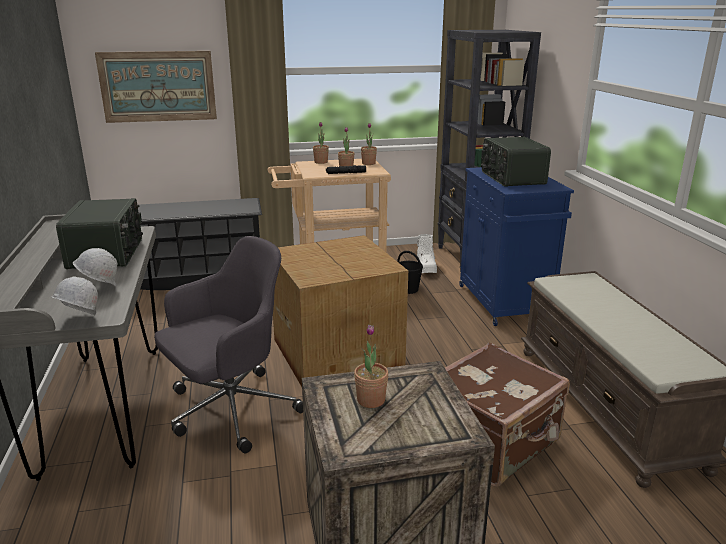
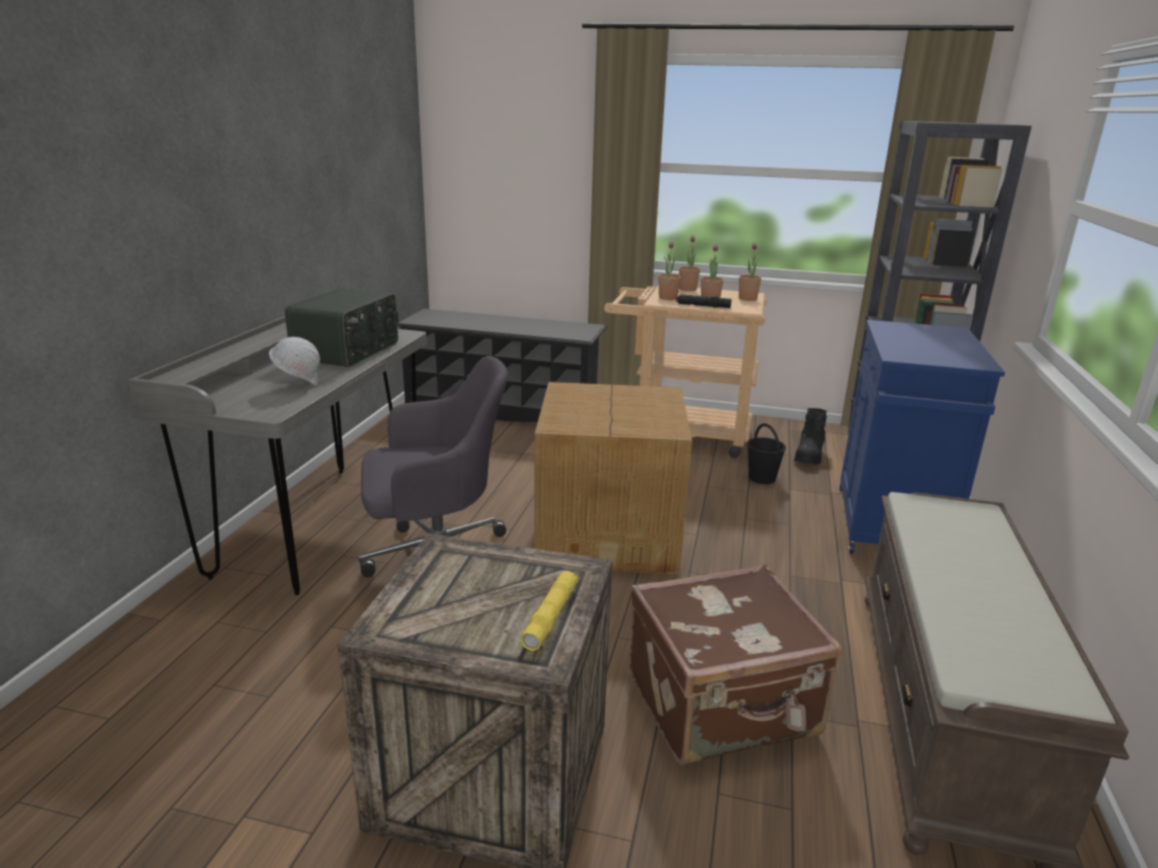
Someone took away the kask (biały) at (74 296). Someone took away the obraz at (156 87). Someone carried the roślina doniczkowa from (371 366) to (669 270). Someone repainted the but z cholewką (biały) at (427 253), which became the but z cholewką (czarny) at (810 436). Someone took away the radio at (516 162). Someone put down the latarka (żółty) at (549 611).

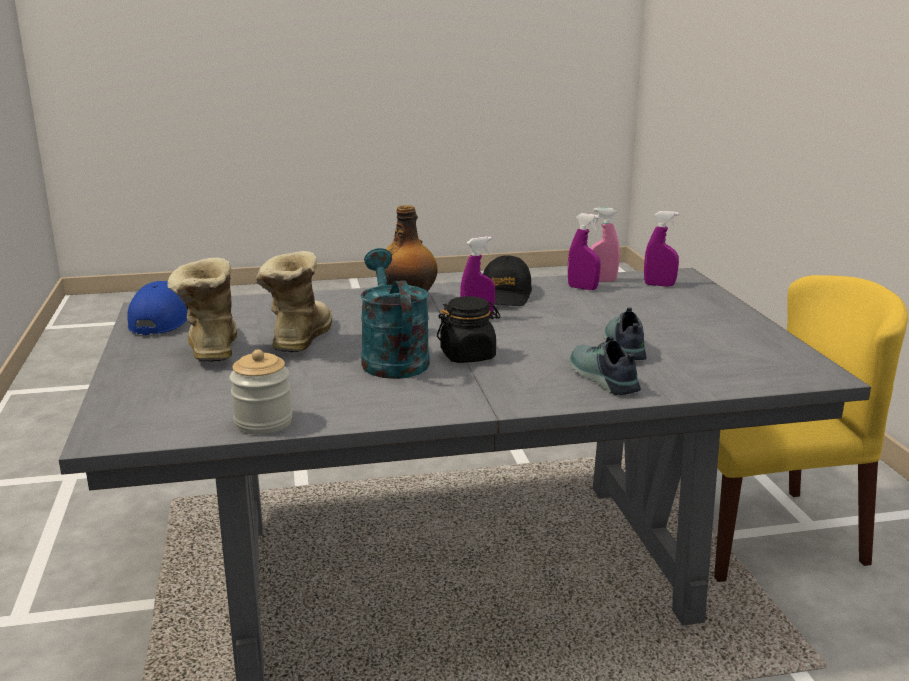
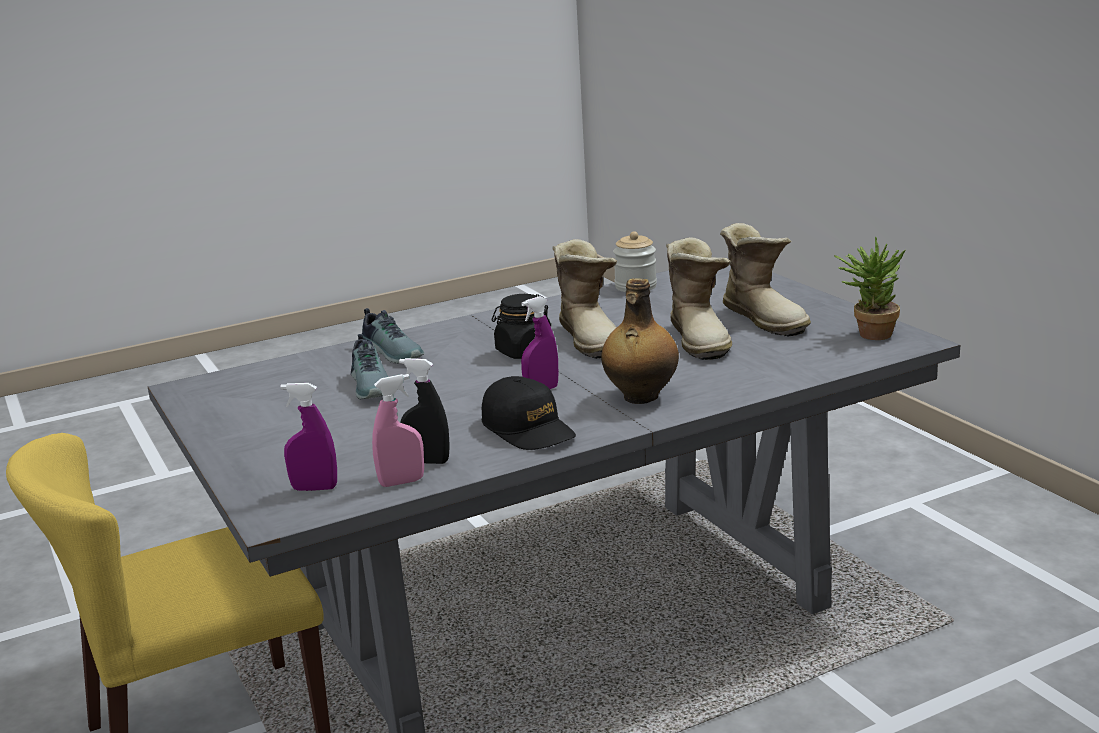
Someone swapped the czapka z daszkiem (niebieski) at (157 308) for the roślina doniczkowa at (870 288). Someone swapped the konewka (turkusowy) at (395 313) for the but z cholewką at (584 299). Someone rotated the czapka z daszkiem (czarny) at (507 280) by 150 degrees clockwise. Someone repainted the spryskiwacz (fioletowy) at (584 251), which became the spryskiwacz (czarny) at (424 411).

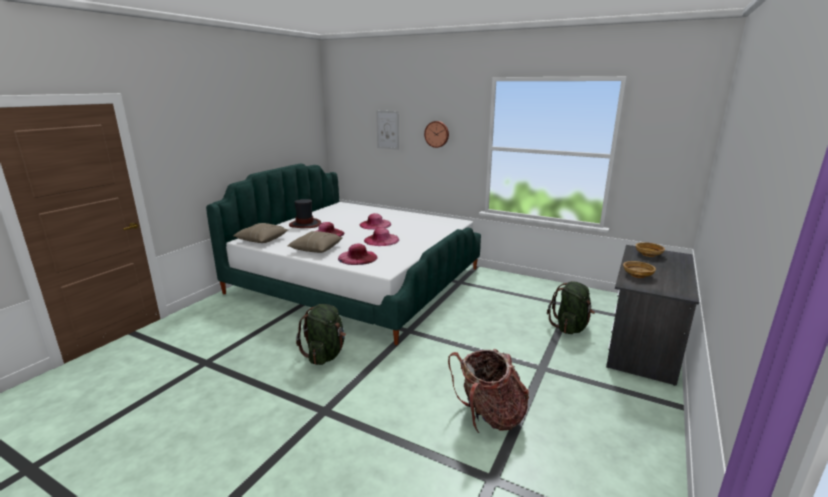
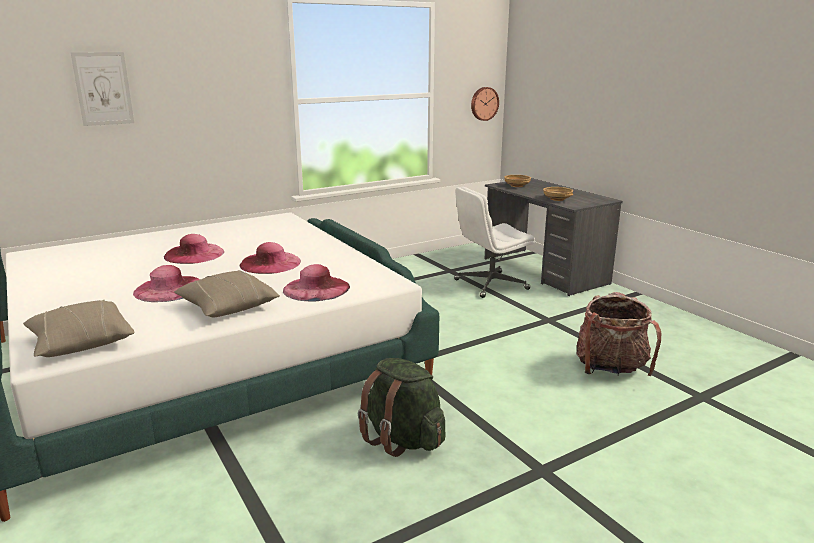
Someone took away the kapelusz at (305 213). Someone carried the zegar ścienny from (436 134) to (485 104). Someone swapped the plecak (zielony) at (571 307) for the krzesło biurowe (biały) at (494 242).

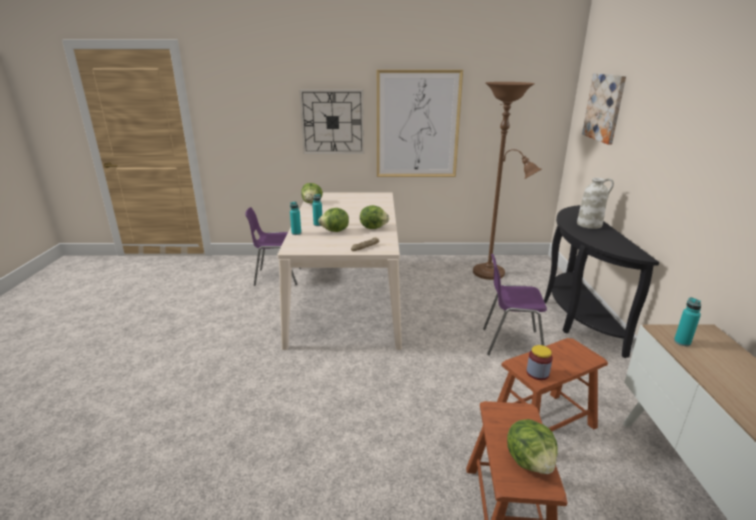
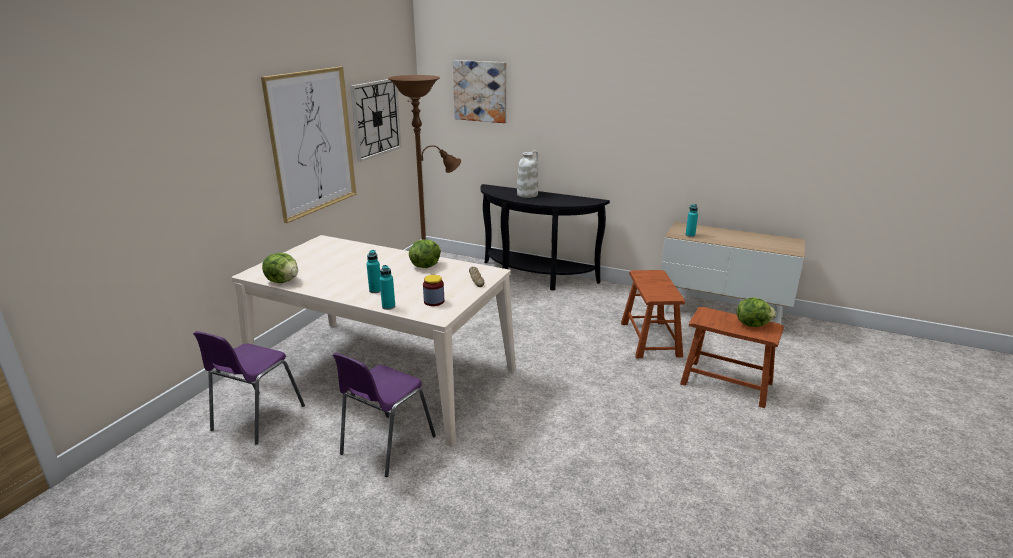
Someone carried the zegar ścienny from (331 121) to (375 120). Someone took away the sałata at (333 220). Someone carried the krzesło (fioletowy) from (515 304) to (384 415). Someone carried the słoik from (539 362) to (433 290).

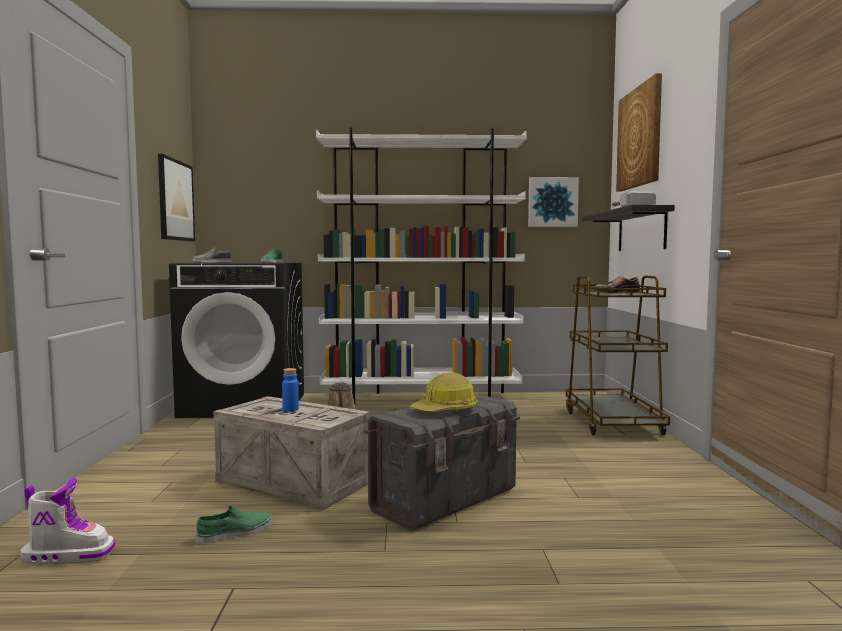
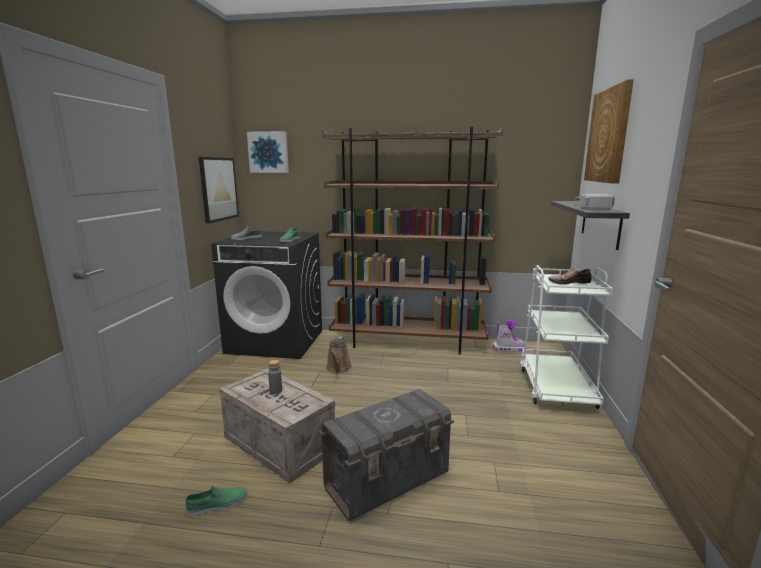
Someone carried the but z cholewką from (67 521) to (510 336). Someone repainted the butelka (niebieski) at (290 389), which became the butelka (szary) at (275 377). Someone repainted the regał (biały) at (421 265), which became the regał (brązowy) at (412 241). Someone took away the kask at (444 392). Someone carried the obraz from (553 202) to (268 152). Someone repainted the wózek (brązowy) at (618 356), which became the wózek (biały) at (566 337).

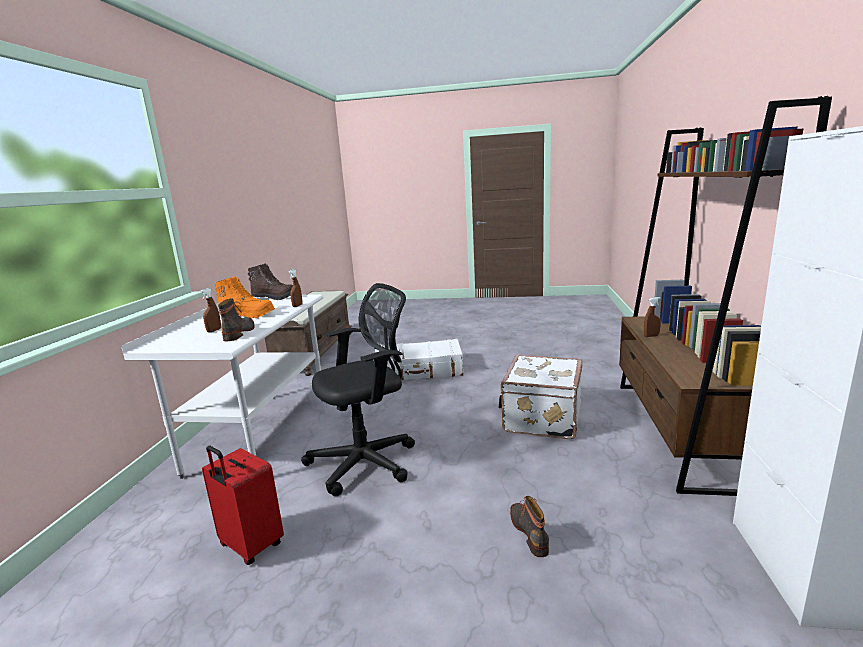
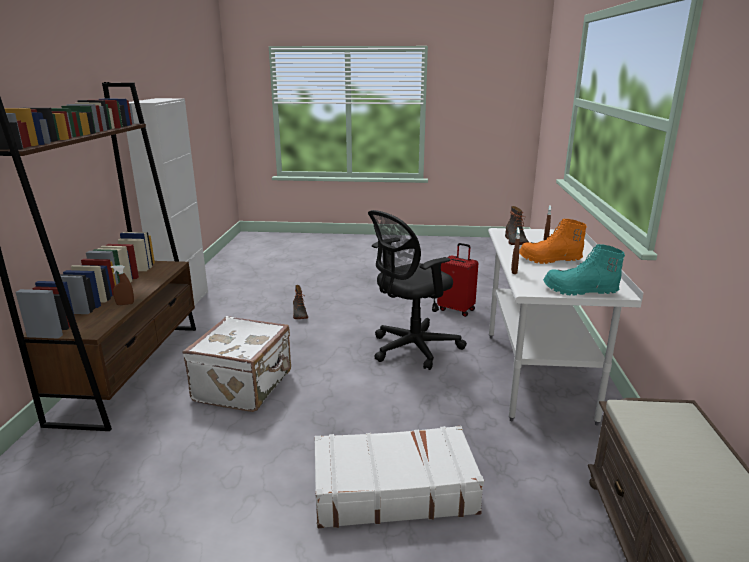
Someone repainted the but z cholewką (brązowy) at (270 281), which became the but z cholewką (turkusowy) at (584 270).

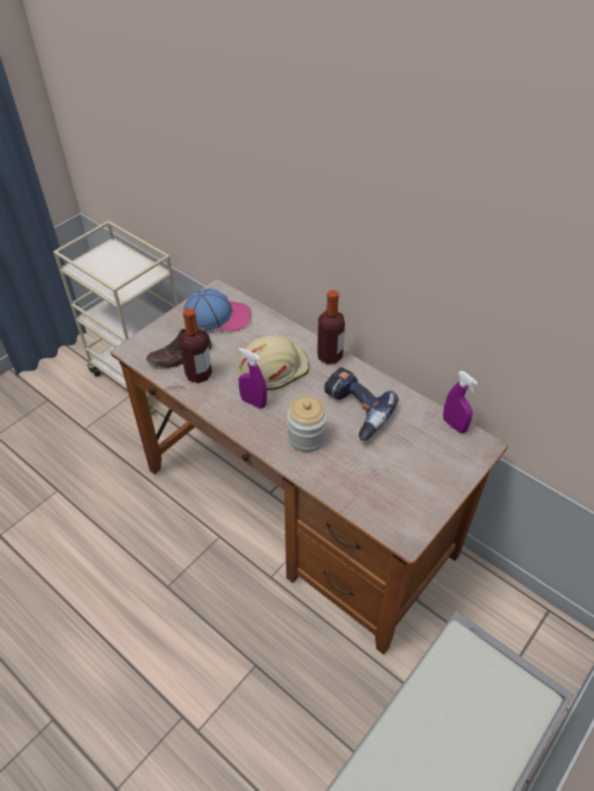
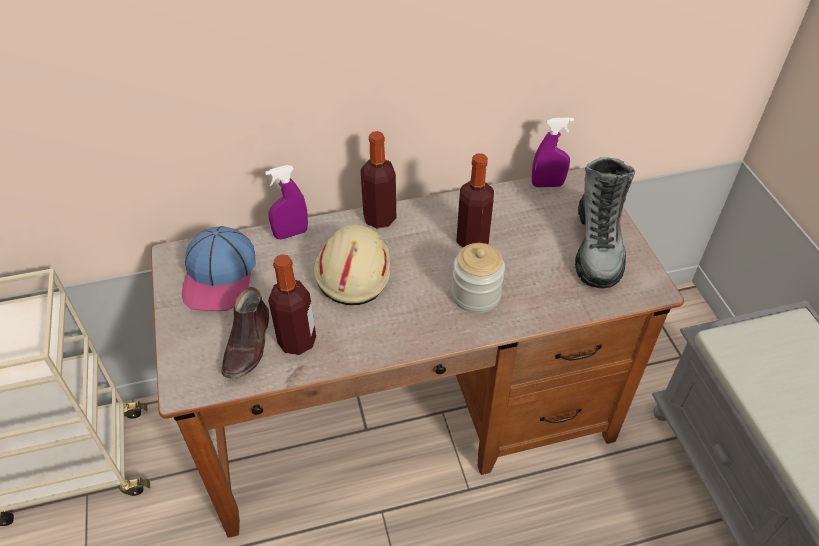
Someone rotated the czapka z daszkiem at (217 310) by 150 degrees clockwise. Someone carried the spryskiwacz (fioletowy) from (253 378) to (286 202). Someone swapped the wiertarka at (361 403) for the butelka at (475 200). Someone put down the but z cholewką at (605 223).

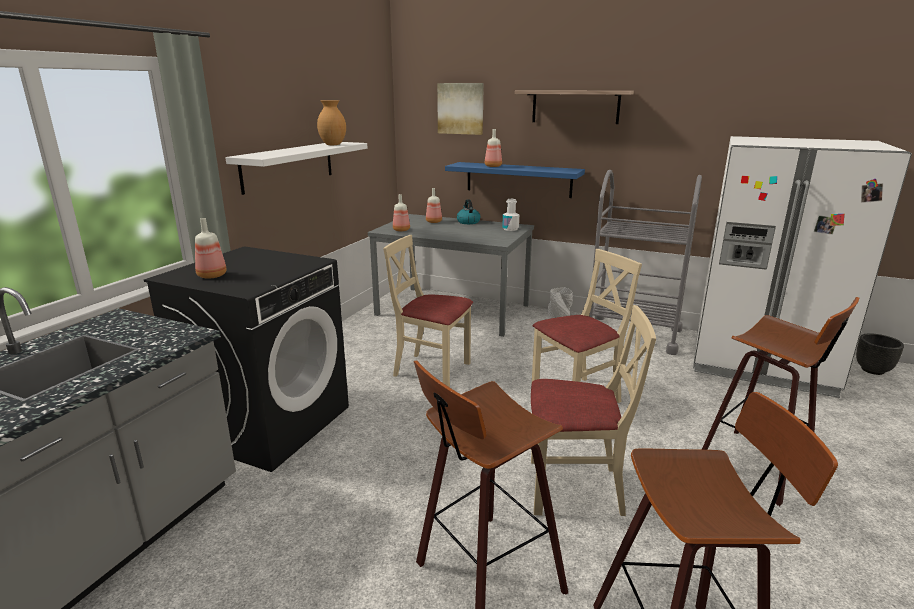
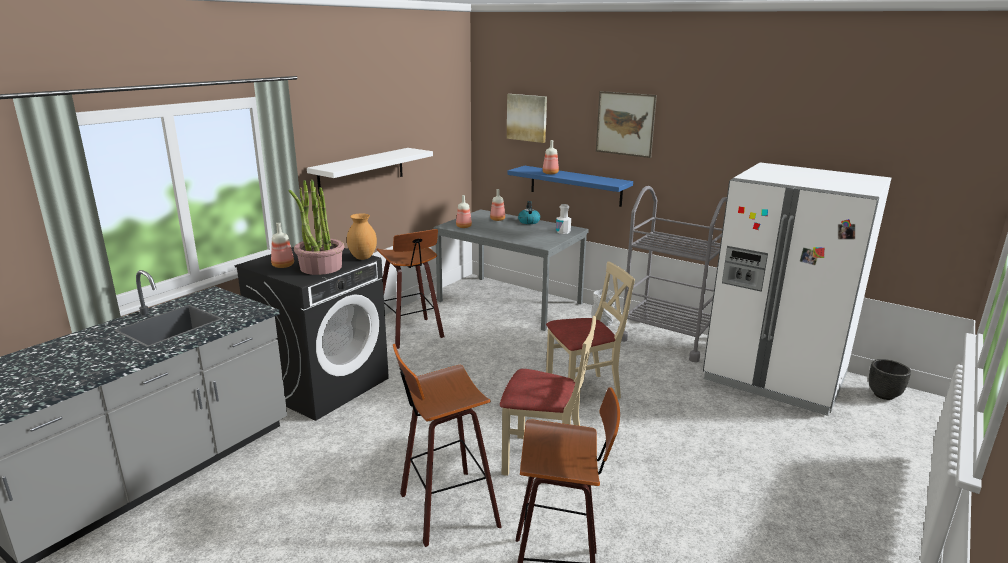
Someone carried the wazon (brązowy) from (331 122) to (362 236). Someone took away the krzesło (beżowy) at (428 311). Someone swapped the półka at (574 107) for the obraz at (626 124). Someone carried the stołek from (780 401) to (411 289). Someone put down the roślina doniczkowa at (316 227).

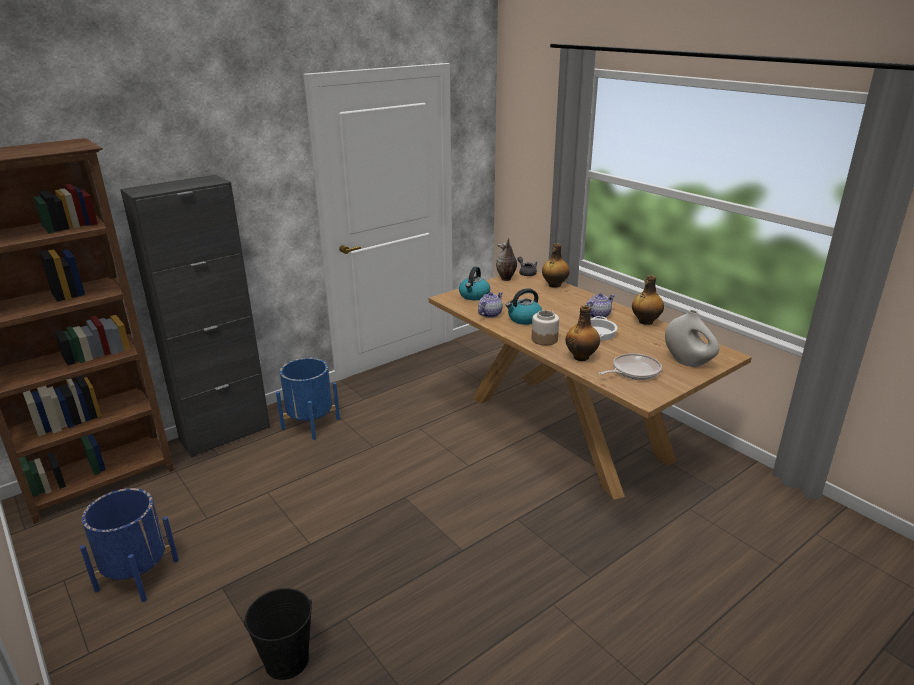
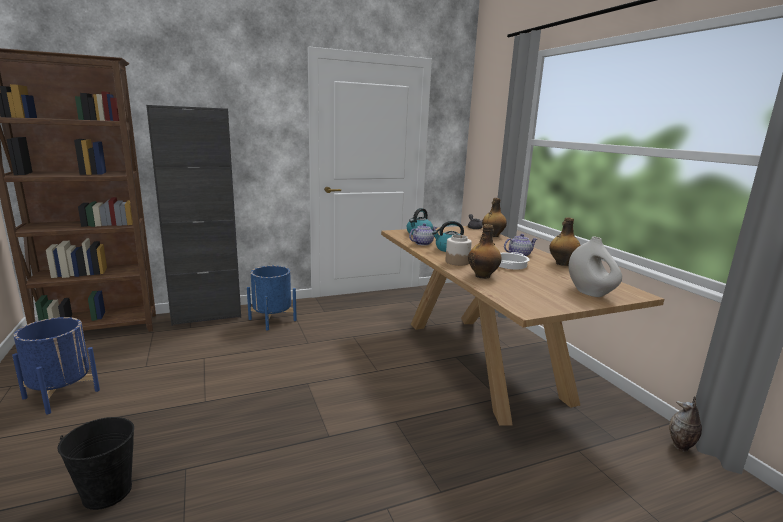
Someone carried the wazon from (506 259) to (685 424). Someone took away the patelnia at (630 366).

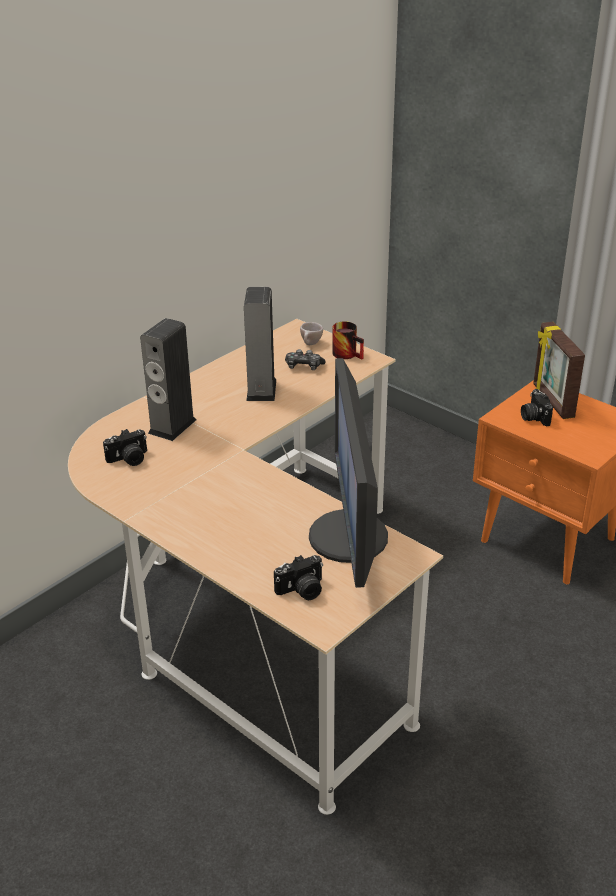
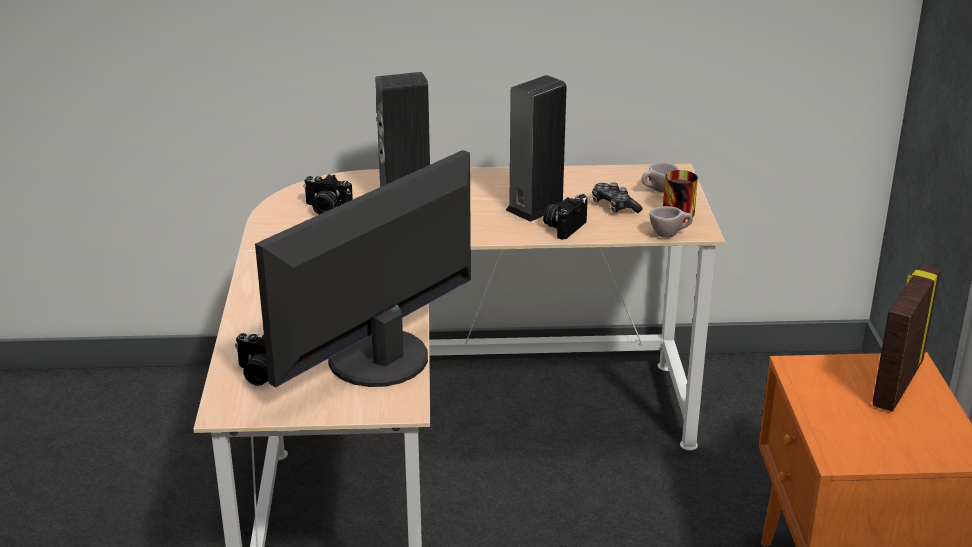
Someone carried the aparat fotograficzny from (537 407) to (565 217). Someone put down the filiżanka (beżowy) at (671 222).

